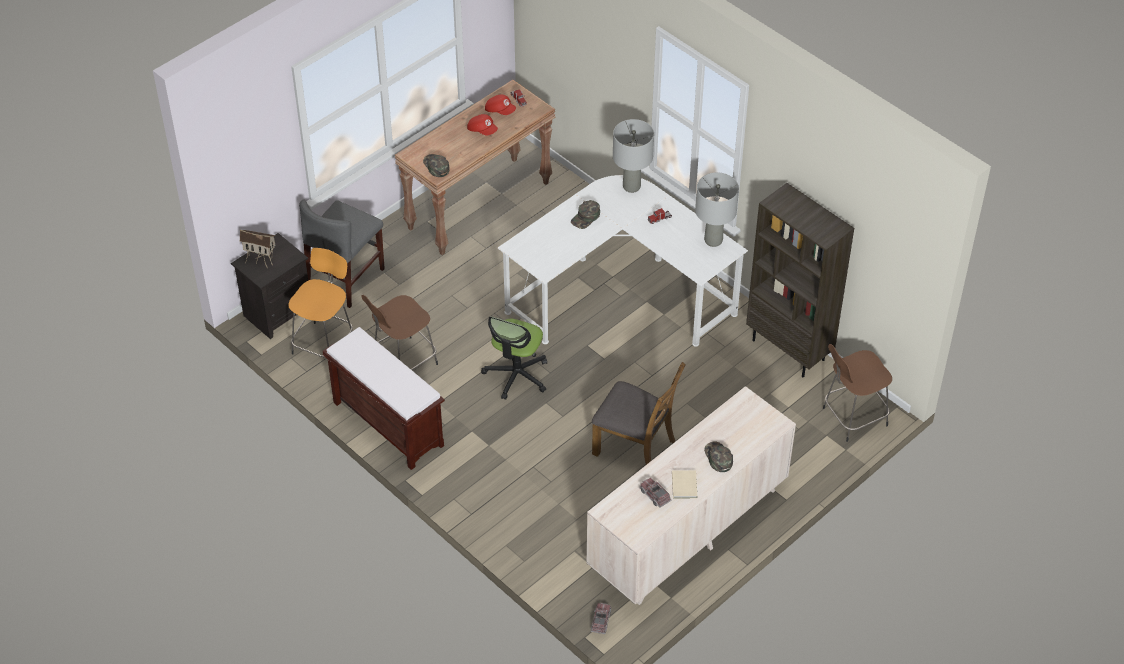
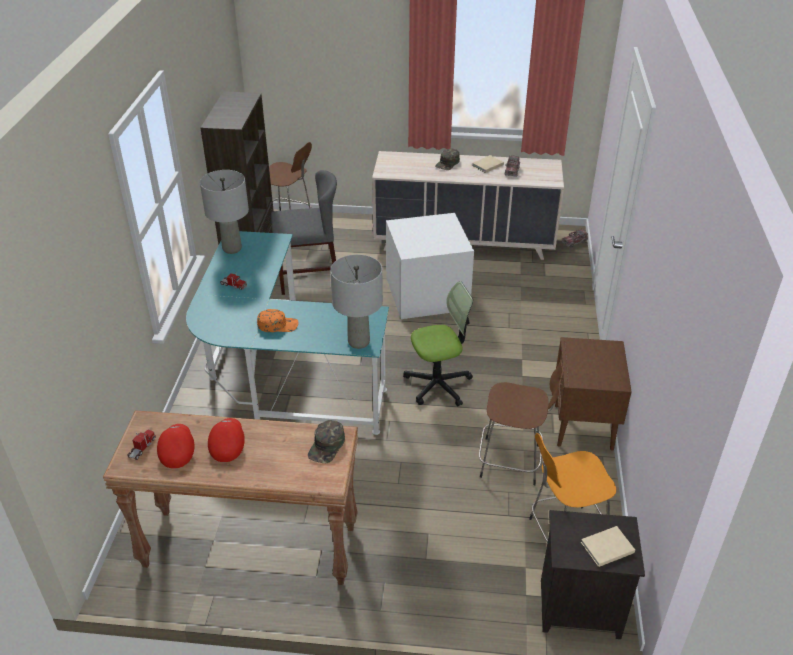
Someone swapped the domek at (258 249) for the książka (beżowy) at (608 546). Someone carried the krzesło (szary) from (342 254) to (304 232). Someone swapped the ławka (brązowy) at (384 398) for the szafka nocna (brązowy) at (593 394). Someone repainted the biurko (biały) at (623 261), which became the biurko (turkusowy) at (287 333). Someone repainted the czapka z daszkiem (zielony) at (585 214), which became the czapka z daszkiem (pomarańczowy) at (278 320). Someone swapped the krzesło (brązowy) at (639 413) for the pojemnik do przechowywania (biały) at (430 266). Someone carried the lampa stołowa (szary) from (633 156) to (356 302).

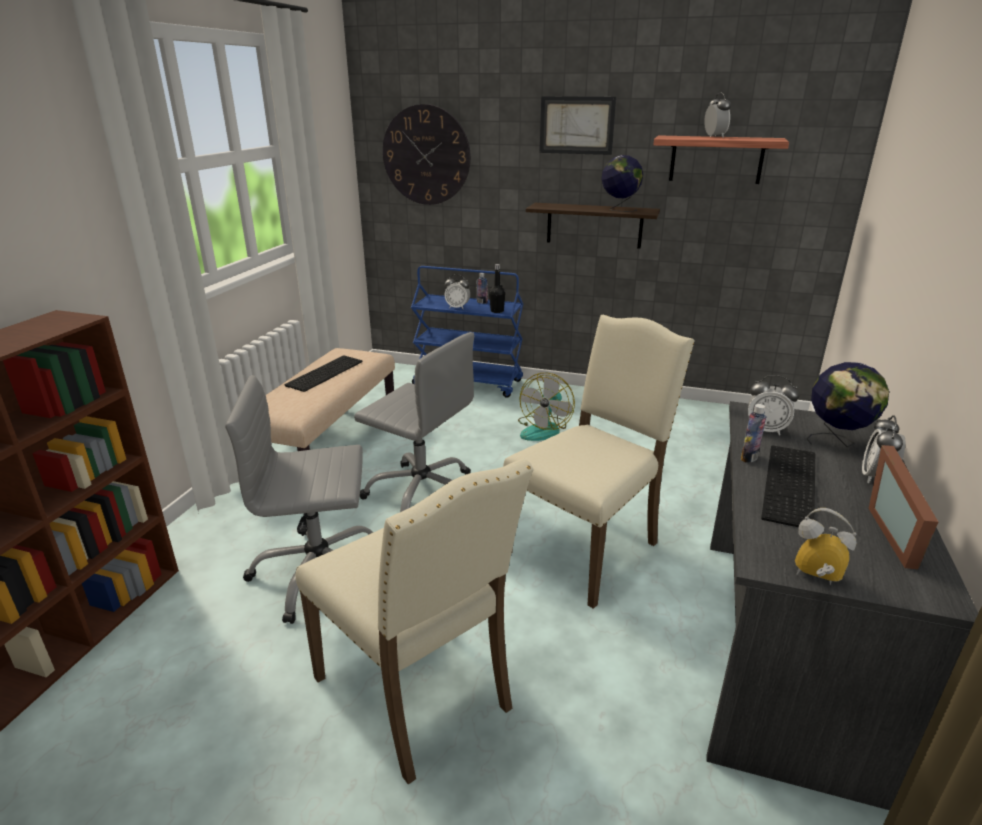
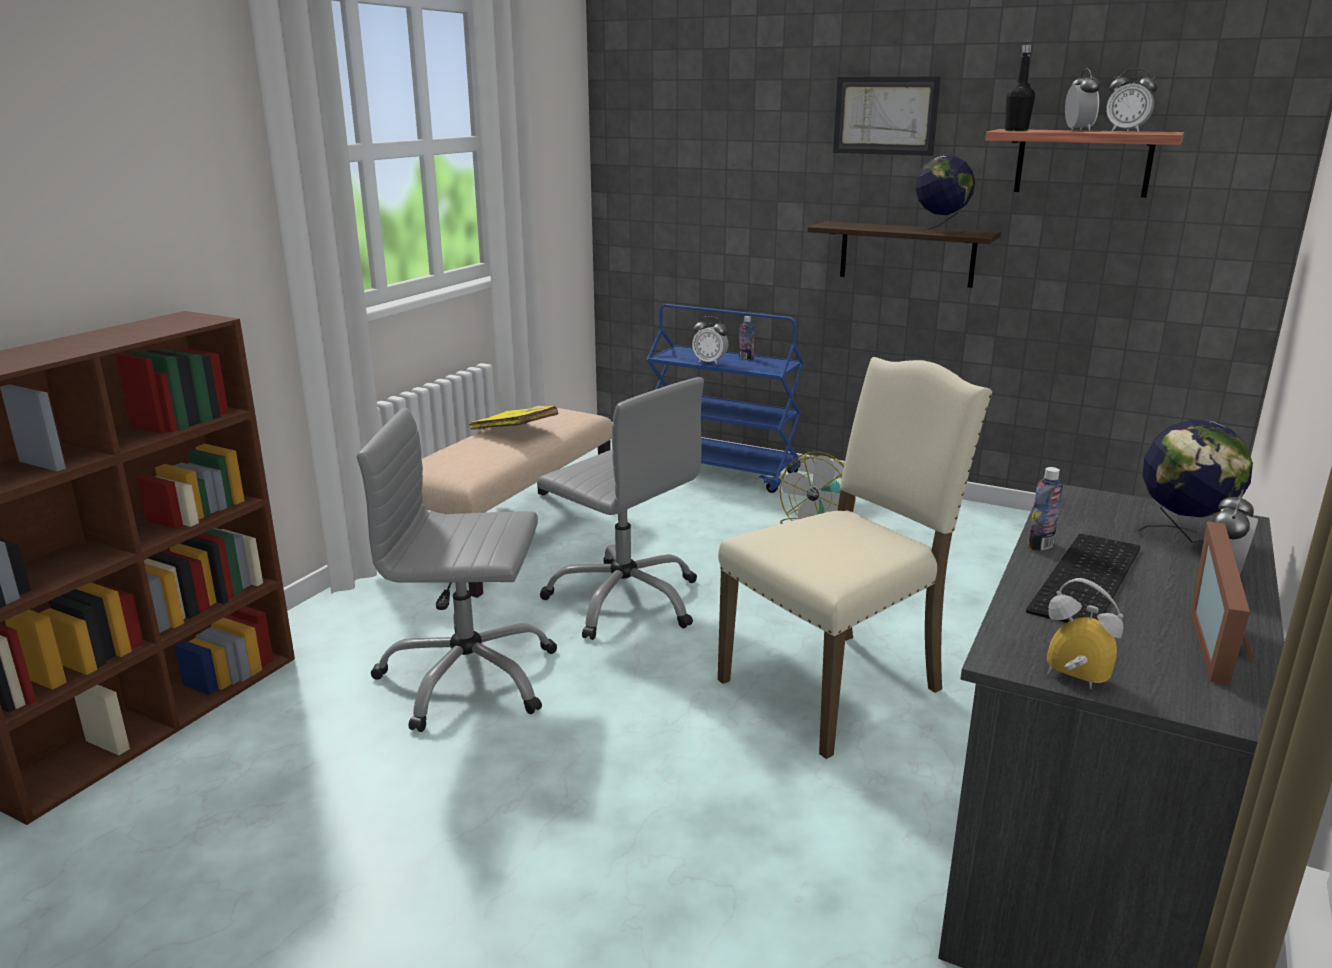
Someone swapped the klawiatura at (323 373) for the książka (żółty) at (513 418). Someone took away the krzesło (beżowy) at (414 621). Someone took away the zegar ścienny at (427 154). Someone carried the butelka (czarny) from (497 288) to (1020 88). Someone carried the budzik from (773 405) to (1132 100).

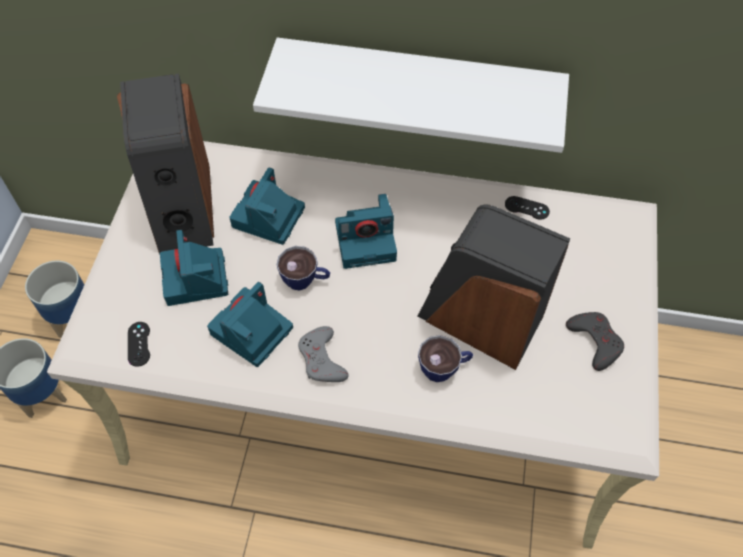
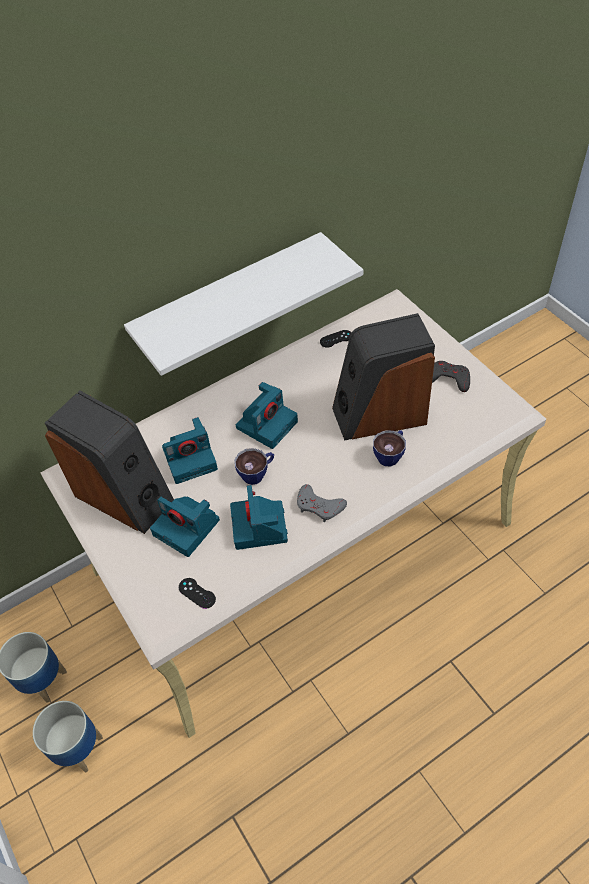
Someone rotated the aparat fotograficzny at (267 206) by 90 degrees counterclockwise.

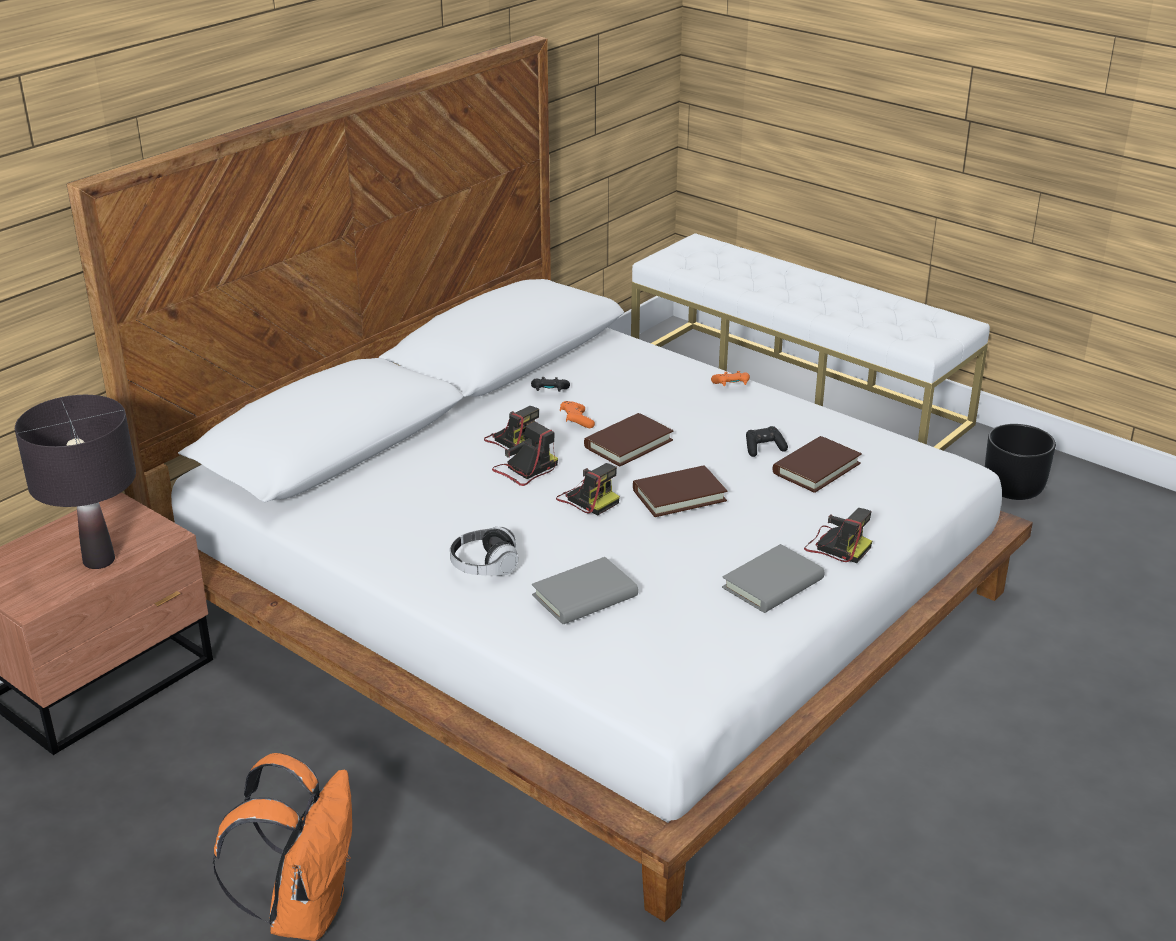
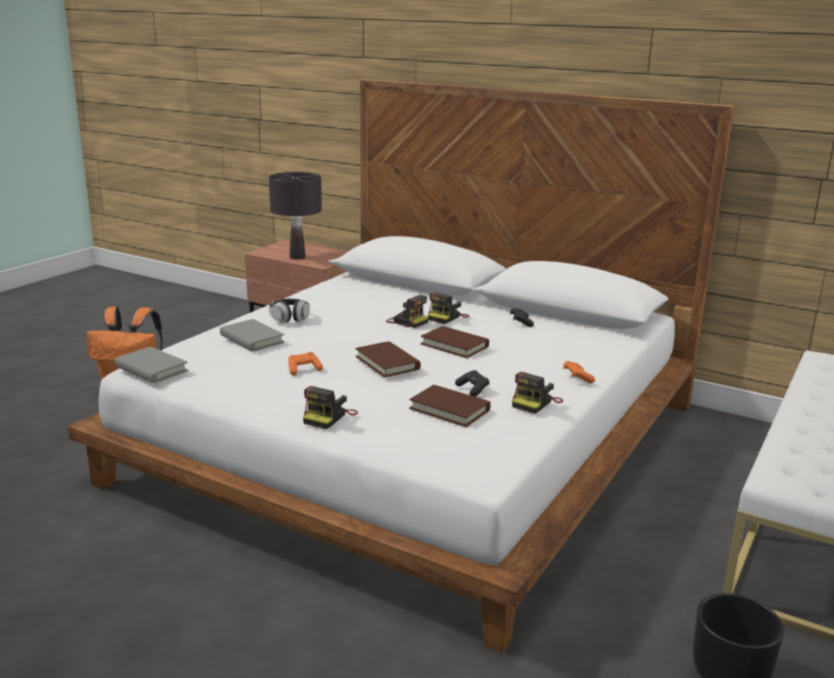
Someone carried the aparat fotograficzny from (588 489) to (537 393). Someone carried the pad do gier (pomarańczowy) from (577 414) to (305 364). Someone carried the książka (szary) from (773 578) to (151 365).

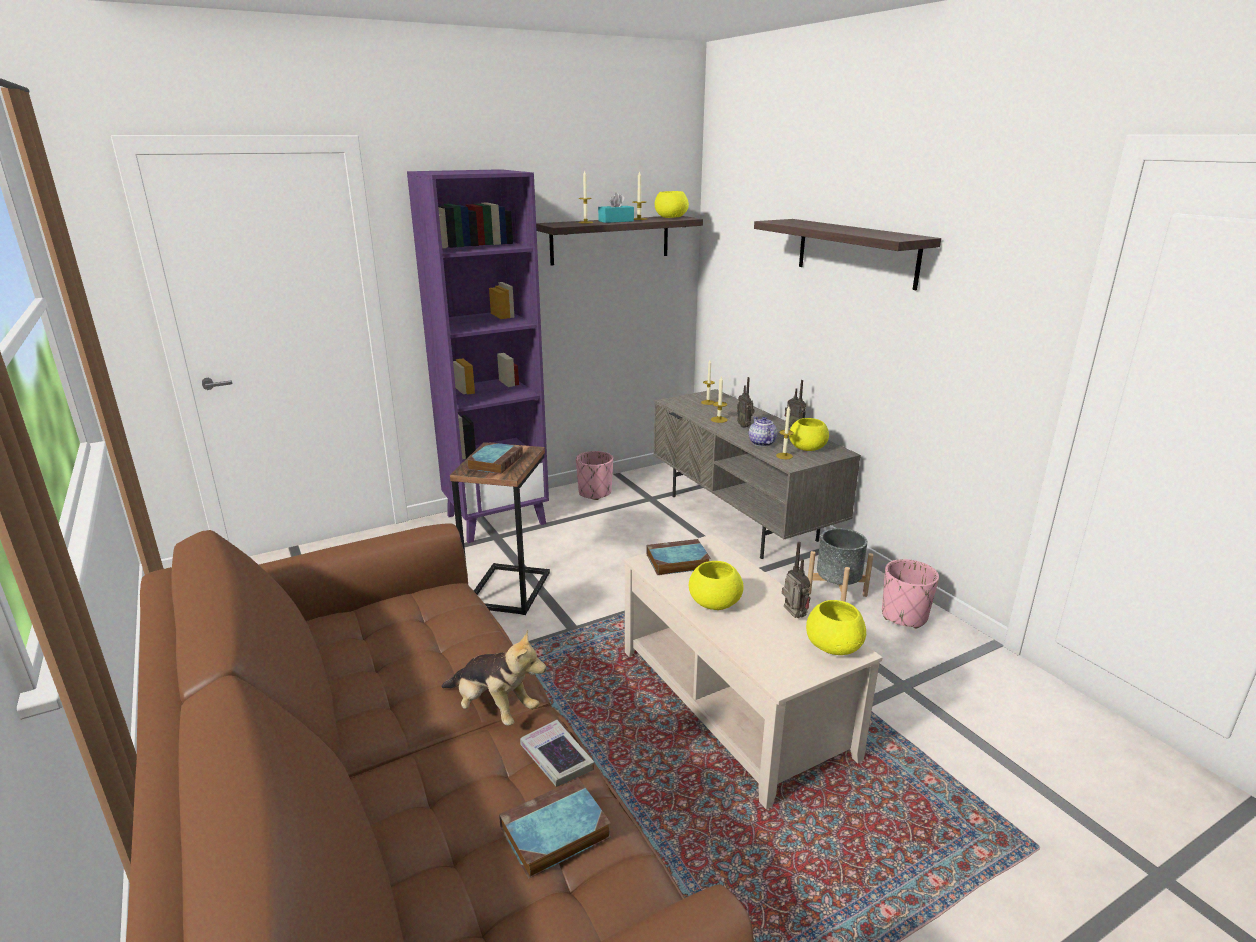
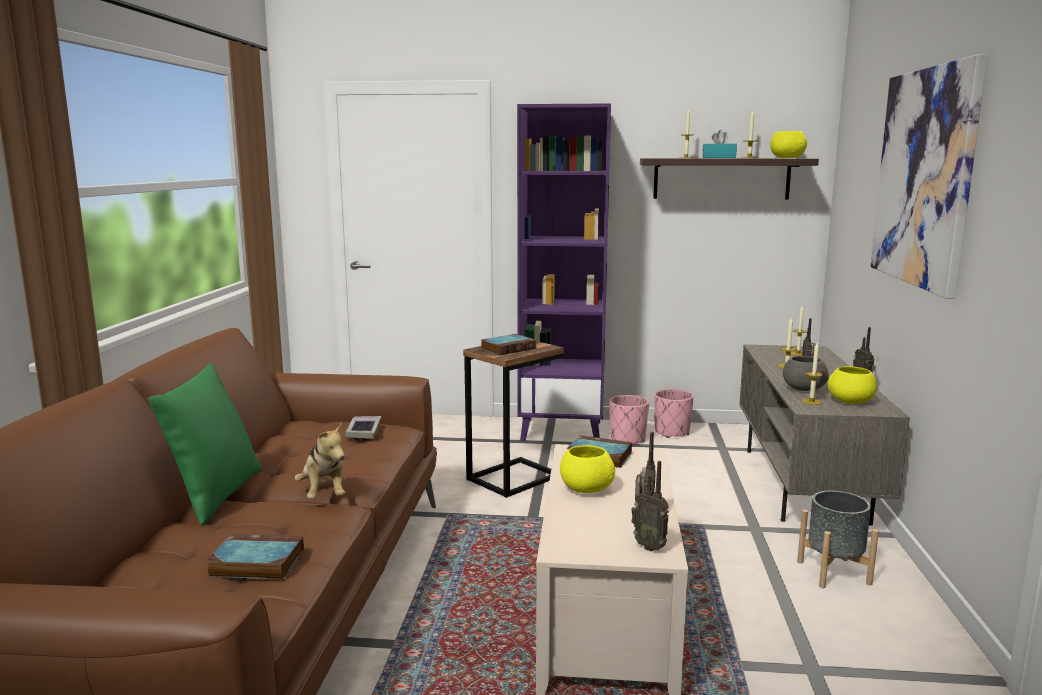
Someone carried the książka from (557 753) to (363 427). Someone swapped the imbryk at (763 431) for the miska (szary) at (806 373). Someone swapped the półka at (847 254) for the obraz at (929 176). Someone swapped the miska (żółty) at (836 627) for the radio at (650 506). Someone carried the donica (różowy) from (910 594) to (629 419). Someone put down the poduszka (zielony) at (205 444).

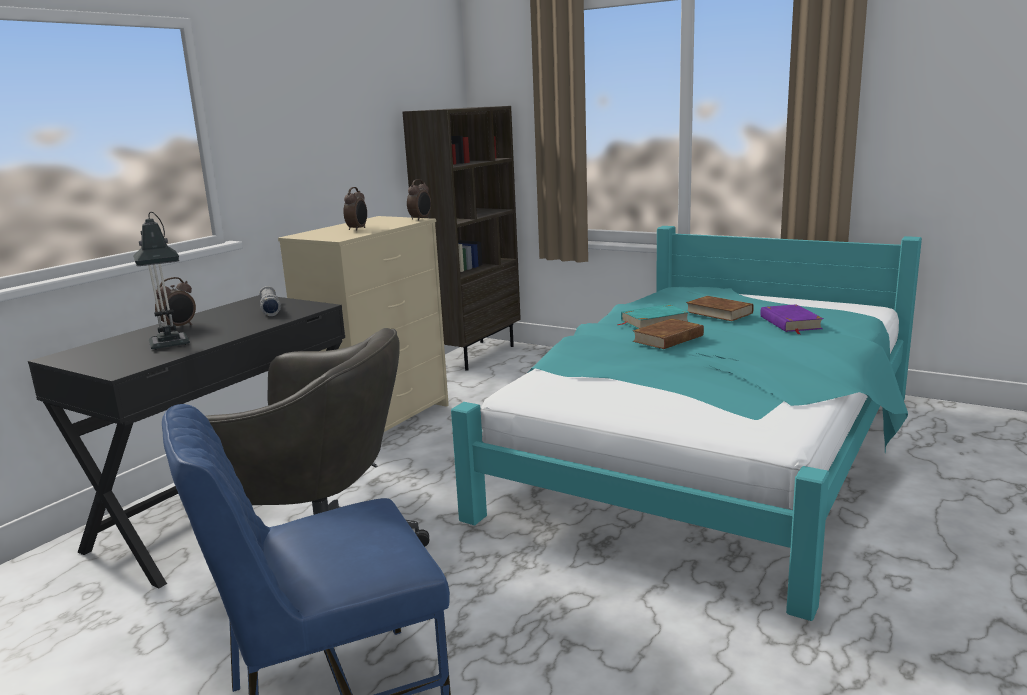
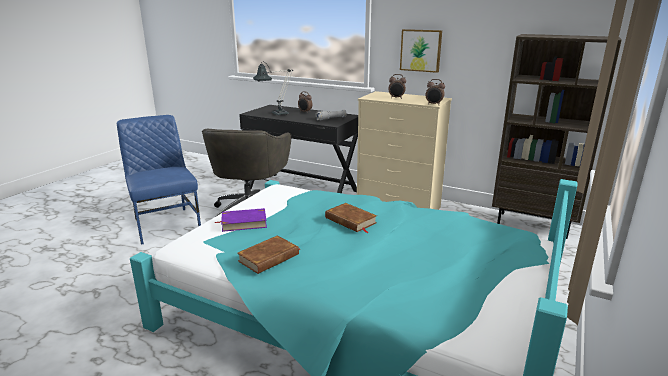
Someone took away the książka (turkusowy) at (653 316). Someone carried the książka (brązowy) from (720 308) to (268 254). Someone carried the książka (fioletowy) from (792 319) to (241 220). Someone put up the obraz at (421 51).

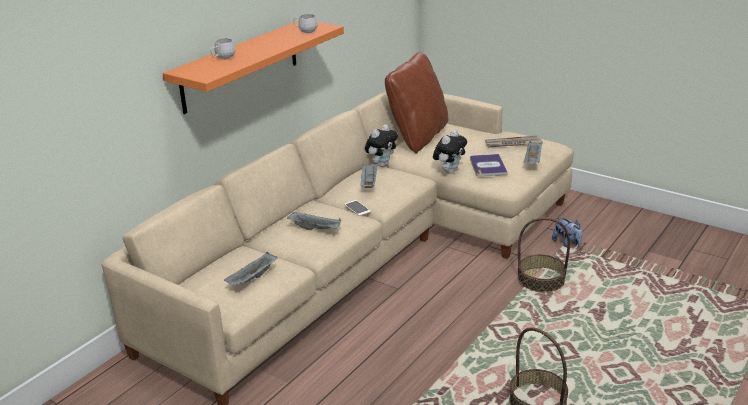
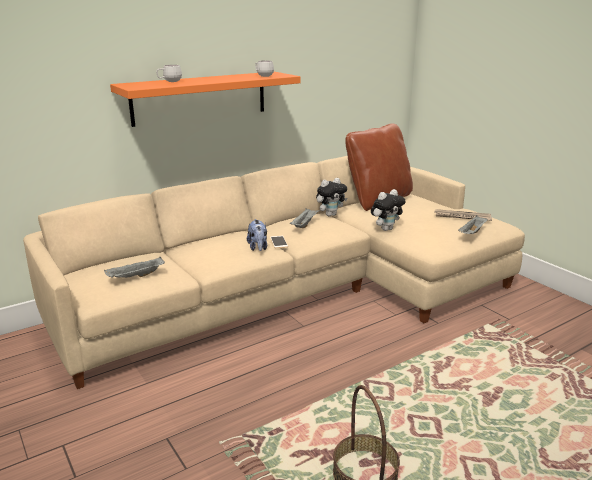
Someone took away the taca (szary) at (314 221). Someone took away the książka at (489 165). Someone took away the koszyk at (544 254). Someone carried the pluszak from (567 232) to (257 235).

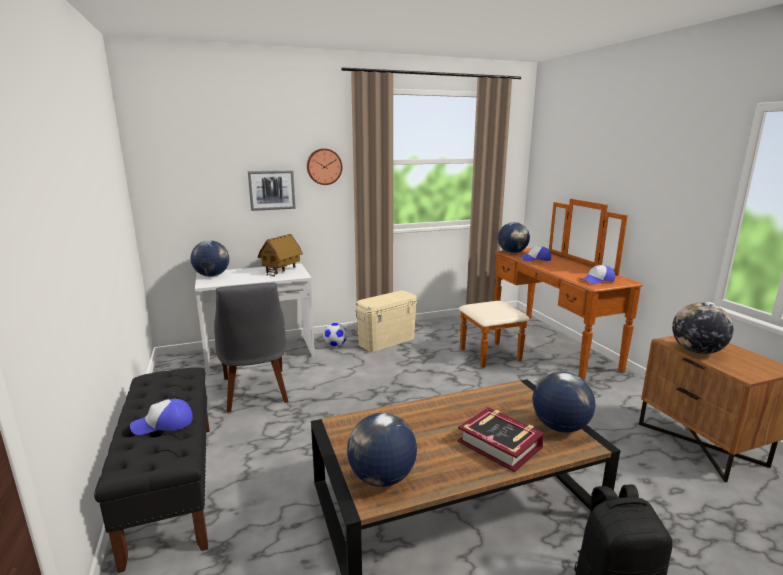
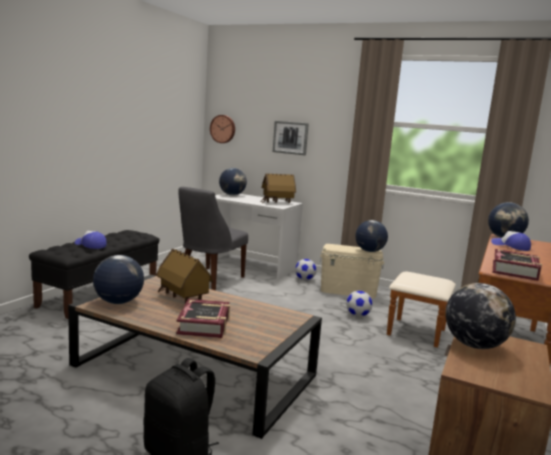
Someone carried the zegar ścienny from (324 166) to (222 129). Someone carried the globus from (564 402) to (371 236). Someone swapped the czapka z daszkiem at (598 274) for the książka at (517 265). Someone put down the domek at (184 276). Someone put down the piłka futbolowa at (359 304).

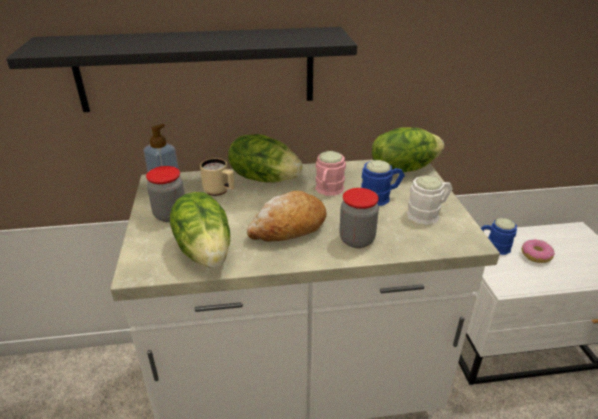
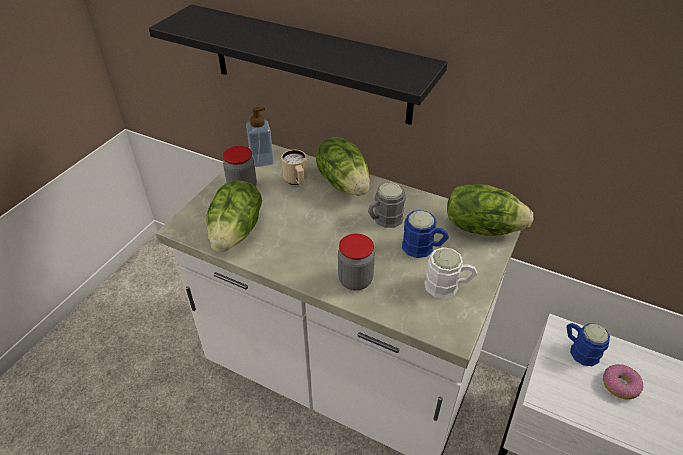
Someone took away the chleb at (287 216). Someone repainted the kubek (różowy) at (330 173), which became the kubek (szary) at (387 205).

